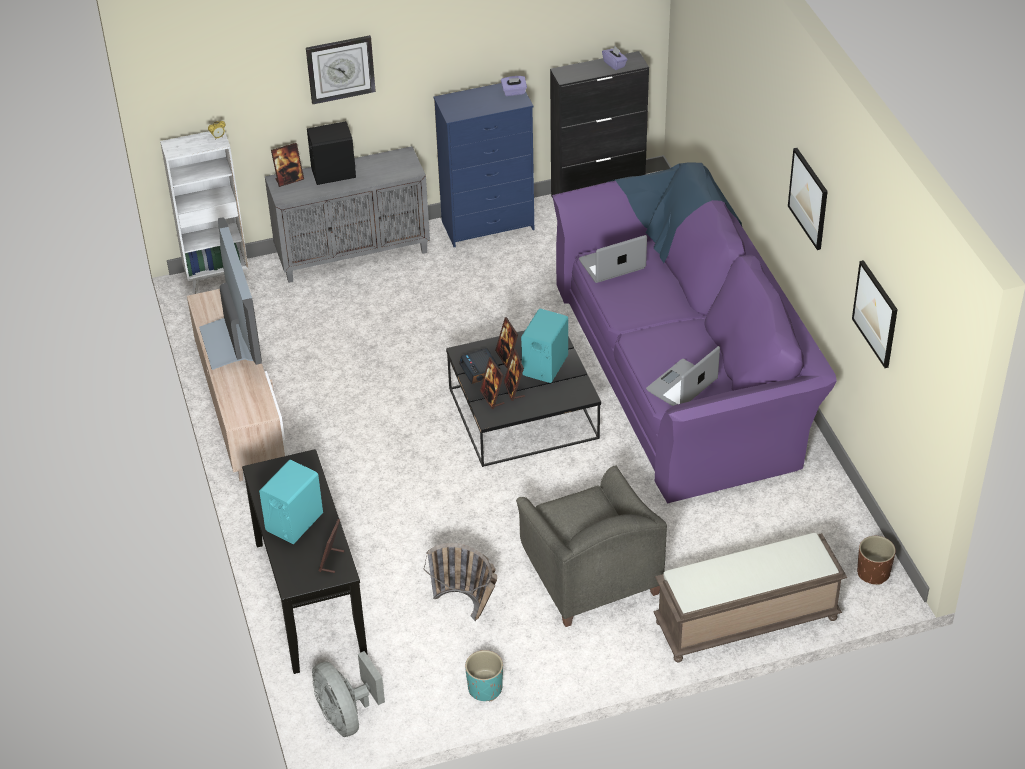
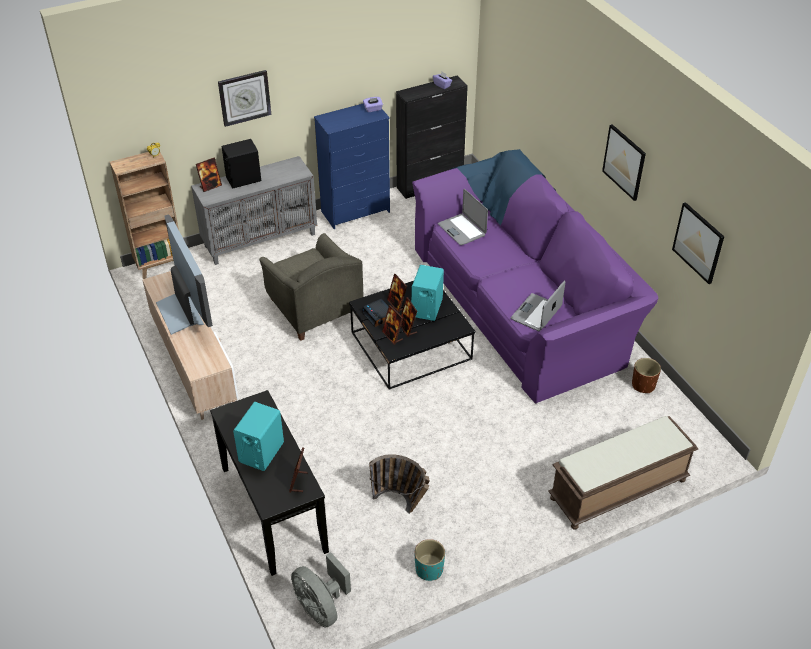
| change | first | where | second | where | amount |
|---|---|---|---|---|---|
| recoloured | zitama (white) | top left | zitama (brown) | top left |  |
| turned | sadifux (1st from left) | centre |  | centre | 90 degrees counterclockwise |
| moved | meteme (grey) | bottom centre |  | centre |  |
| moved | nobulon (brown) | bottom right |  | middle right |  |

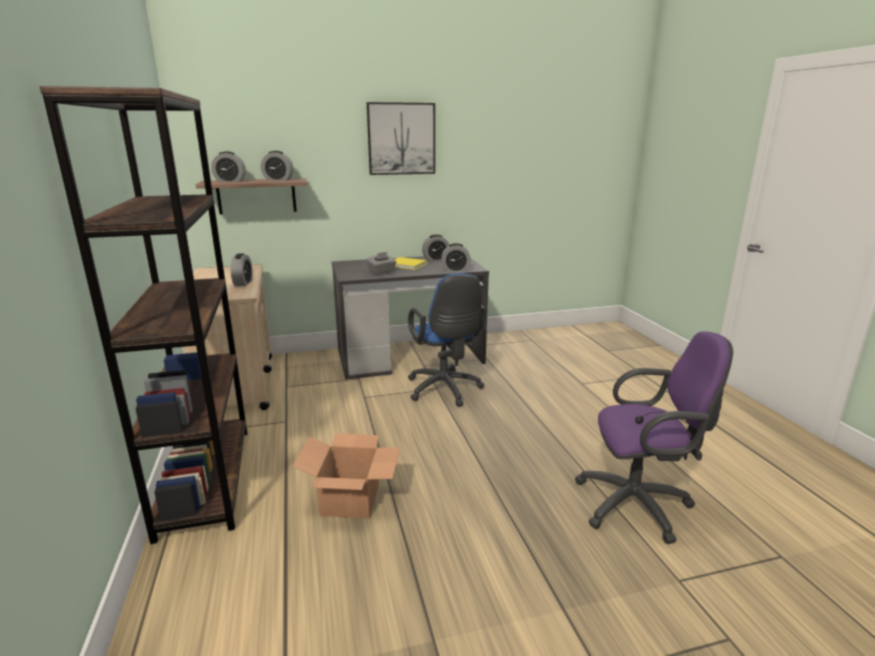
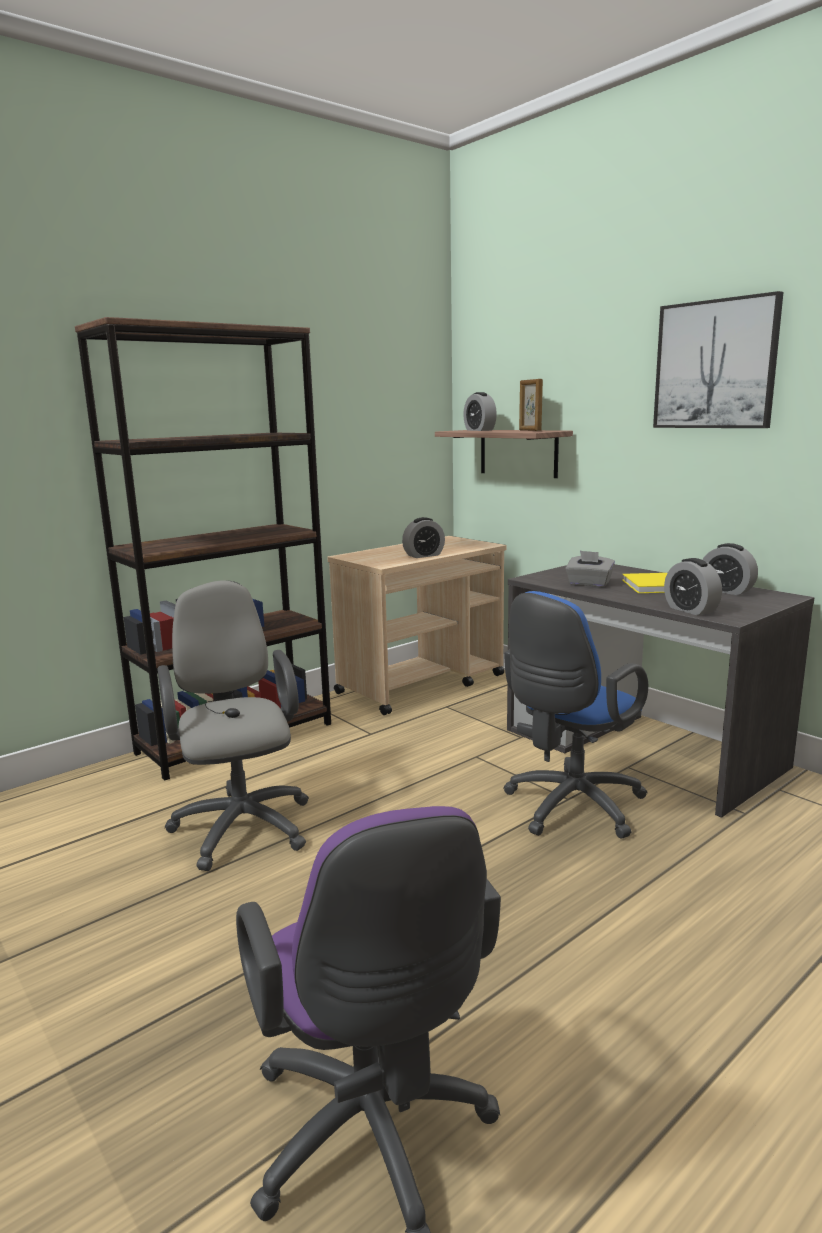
| change | first | where | second | where | amount |
|---|---|---|---|---|---|
| replaced | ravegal (3rd from left) | top left | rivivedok | top centre |  |
| replaced | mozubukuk | bottom centre | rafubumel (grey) | middle left |  |

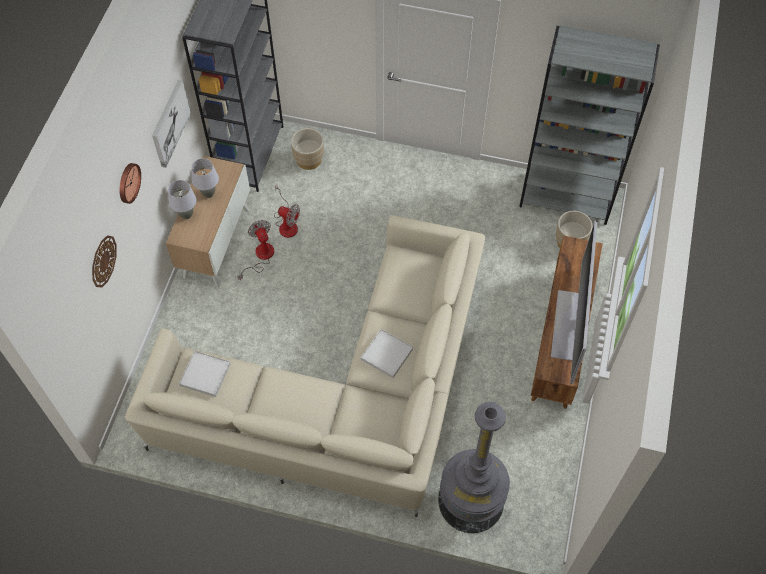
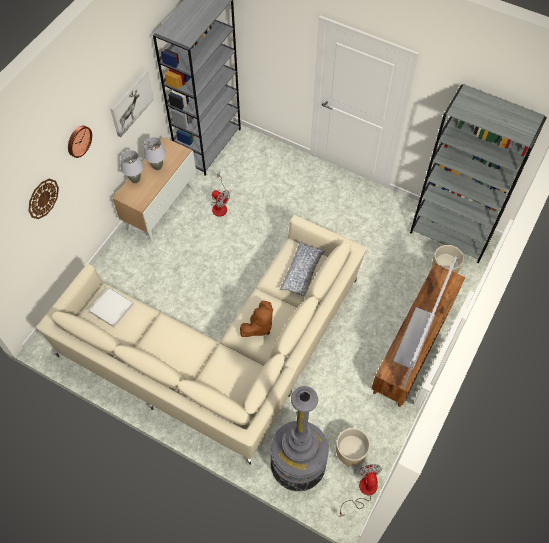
| change | first | where | second | where | amount |
|---|---|---|---|---|---|
| moved | nobulon (beige) (1st from left) | top centre |  | bottom centre |  |
| moved | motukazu (1st from left in the first image) | centre | motukazu (2nd from left) | bottom centre |  |
| replaced | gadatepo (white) (2nd from left) | centre | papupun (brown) | centre |  |
| added |  |  | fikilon | centre |  |

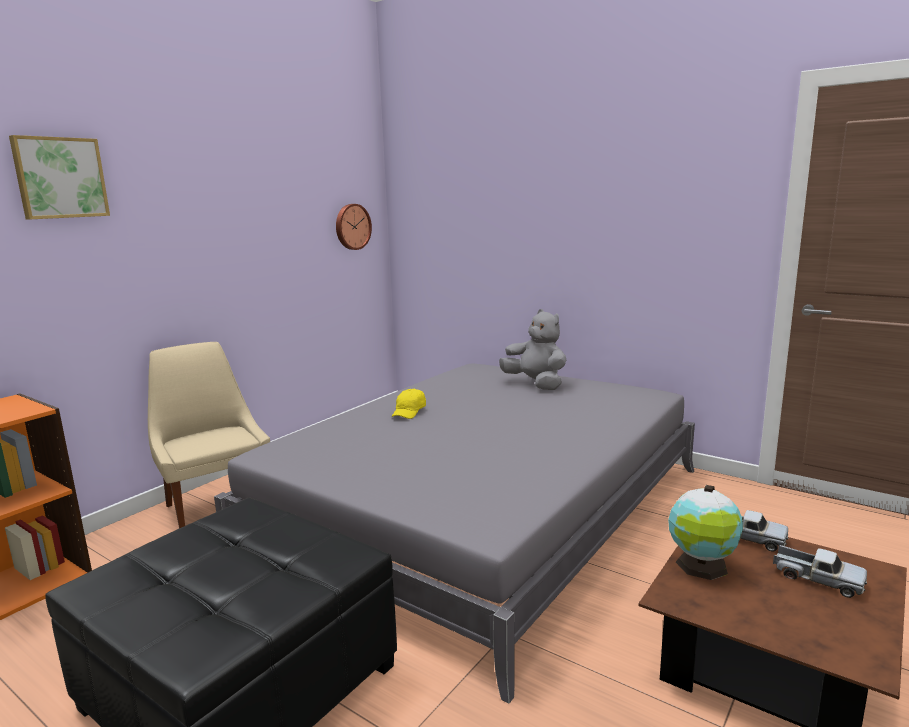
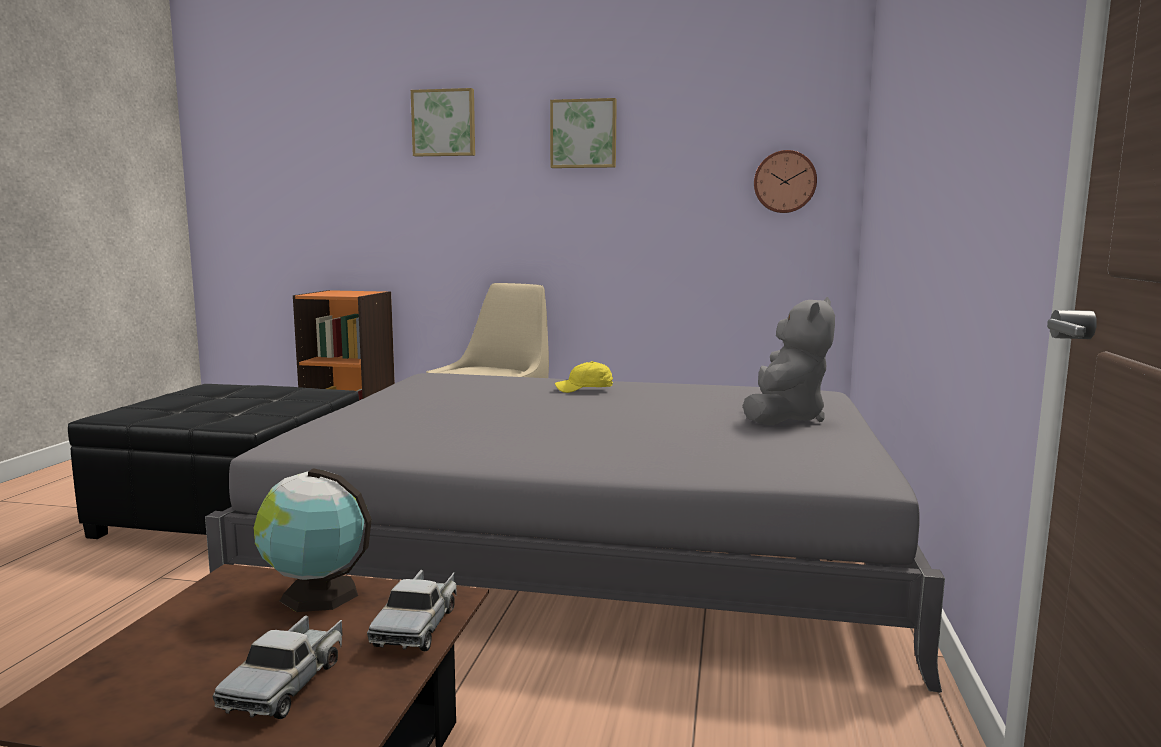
| change | first | where | second | where | amount |
|---|---|---|---|---|---|
| added |  |  | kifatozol (2nd from left) | top centre |  |

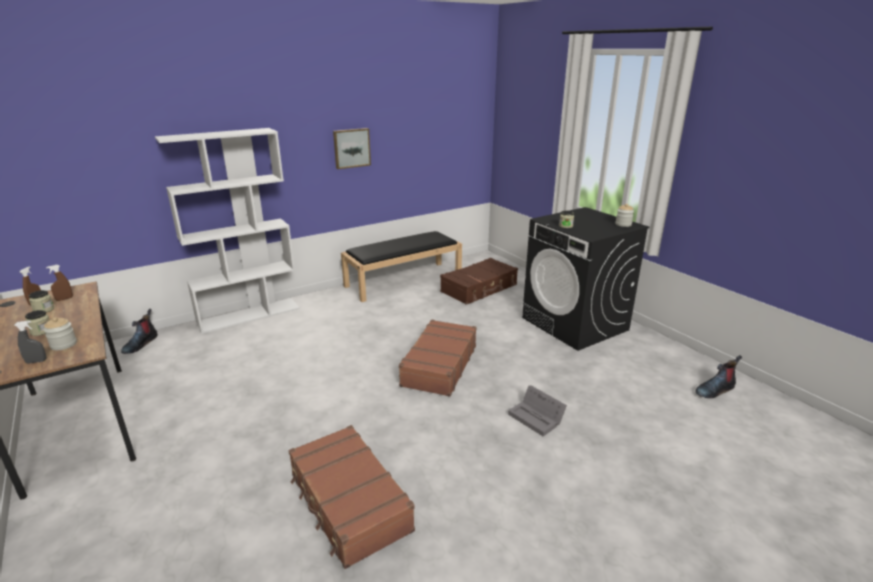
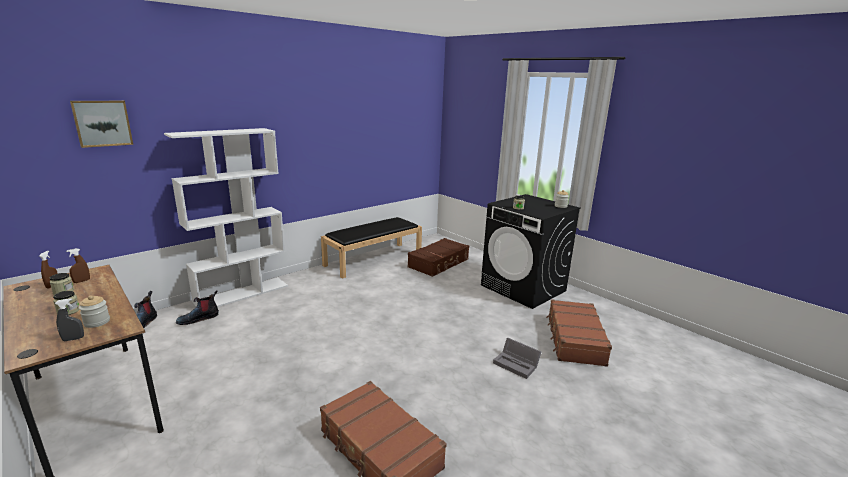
| change | first | where | second | where | amount |
|---|---|---|---|---|---|
| moved | kifatozol | top centre |  | top left |  |
| moved | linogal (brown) (2nd from left in the first image) | centre | linogal (brown) (3rd from left) | bottom right |  |
| moved | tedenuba (2nd from left) | middle right |  | middle left |  |

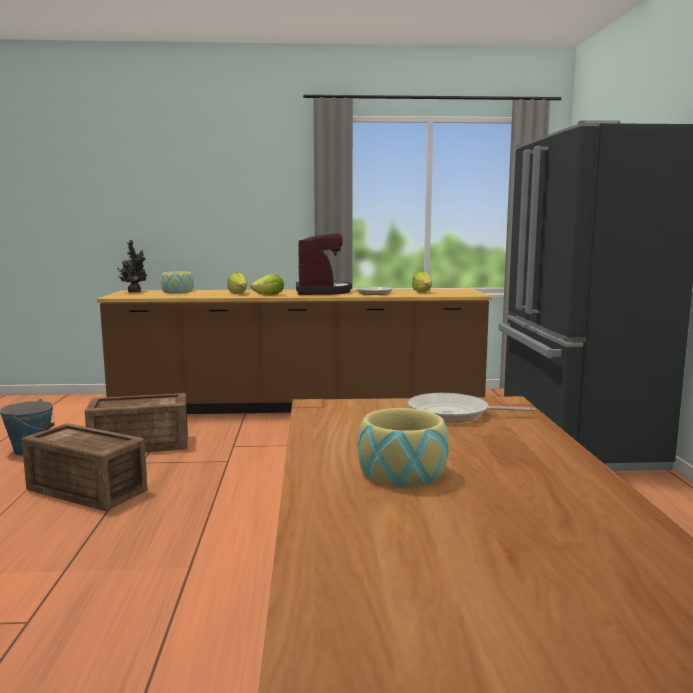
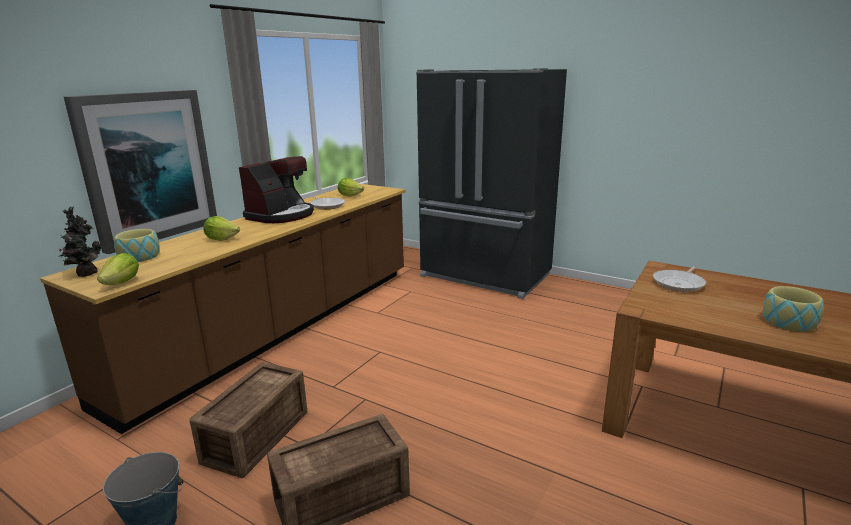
| change | first | where | second | where | amount |
|---|---|---|---|---|---|
| turned | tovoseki | centre |  | middle left | 90 degrees clockwise |
| moved | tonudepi (2nd from left in the first image) | centre | tonudepi (1st from left) | middle left |  |
| added |  |  | kifatozol | top left |  |

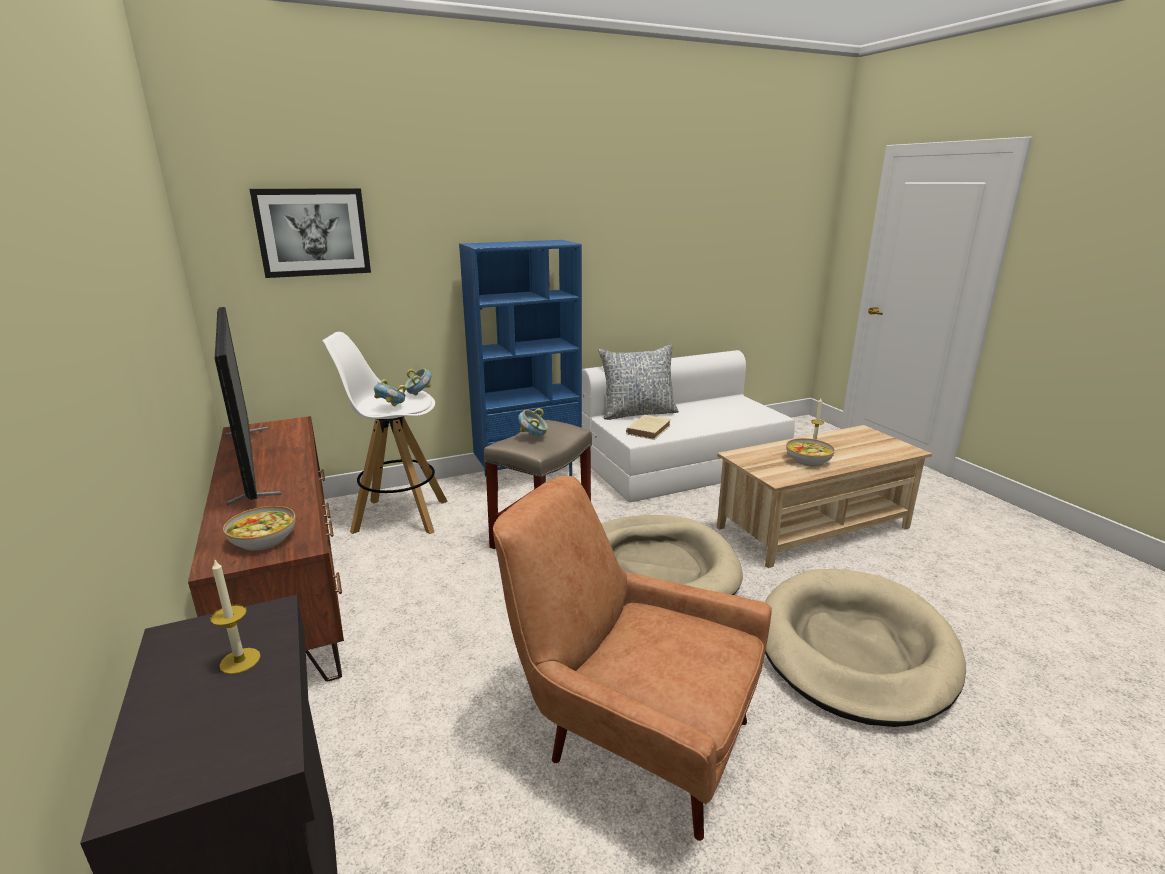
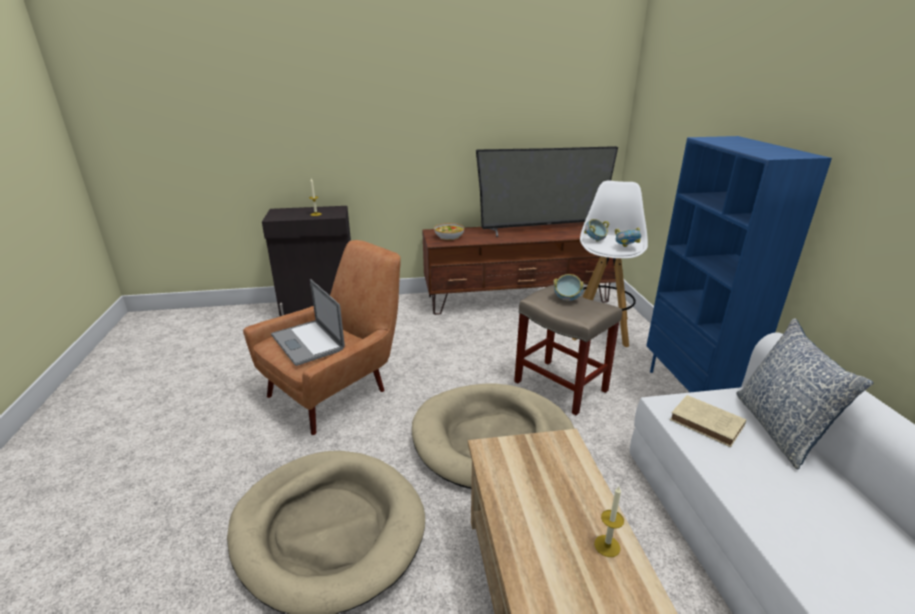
| change | first | where | second | where | amount |
|---|---|---|---|---|---|
| removed | kifatozol | top left |  |  |  |
| removed | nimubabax (5th from left) | middle right |  |  |  |
| added |  |  | sadifux | centre |  |

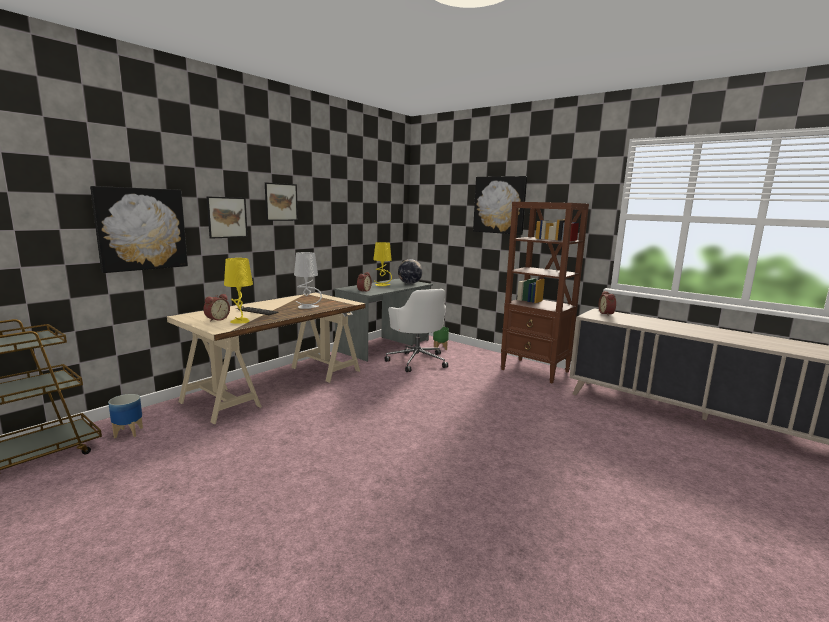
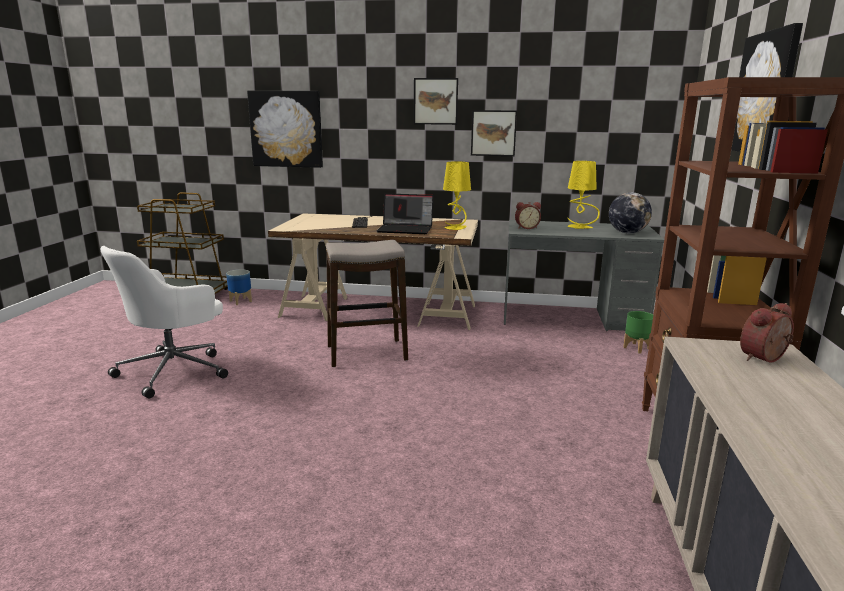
| change | first | where | second | where | amount |
|---|---|---|---|---|---|
| moved | kifatozol (2nd from left in the first image) | middle left | kifatozol (3rd from left) | top centre |  |
| replaced | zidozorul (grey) | centre | sadifux | centre |  |
| moved | zidozorul (yellow) (1st from left) | middle left |  | top centre |  |
| moved | rafubumel (white) | centre |  | middle left |  |
| removed | ravegal (1st from left) | middle left |  |  |  |
| added |  |  | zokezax | centre |  |

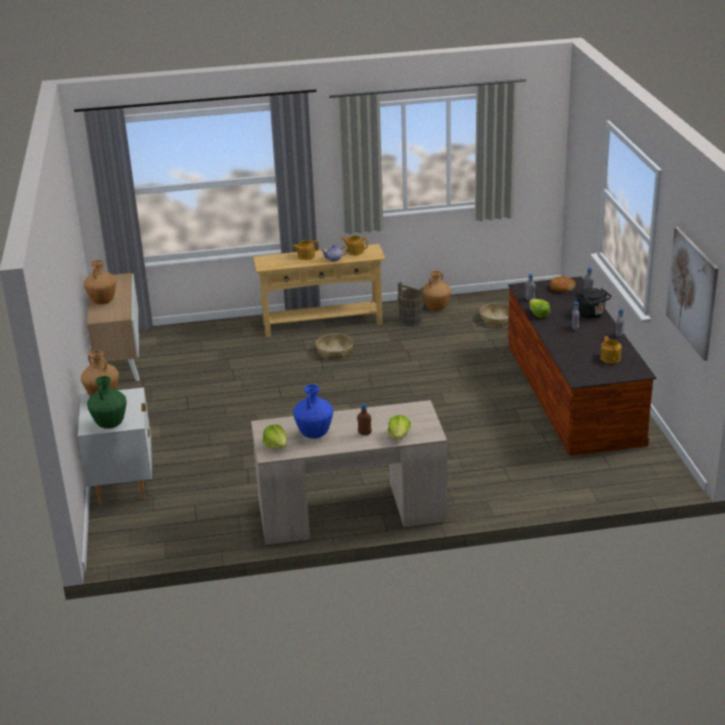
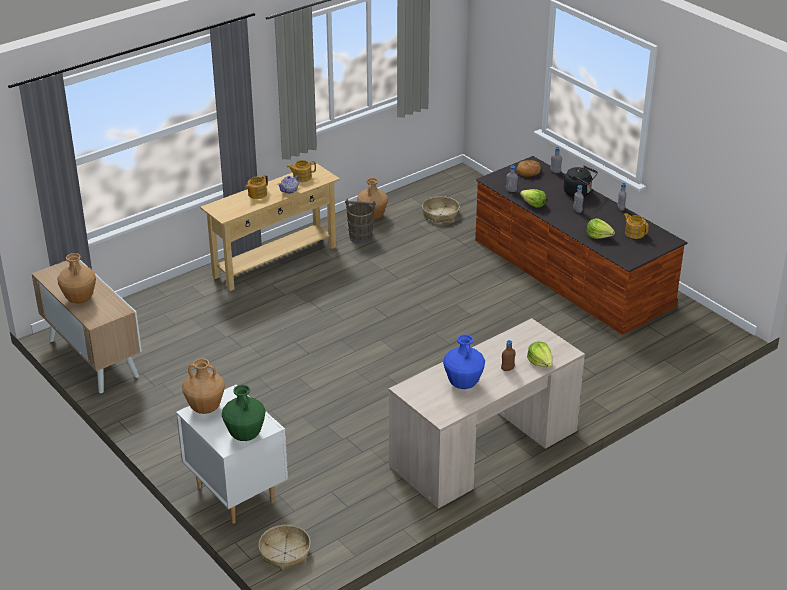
| change | first | where | second | where | amount |
|---|---|---|---|---|---|
| removed | kifatozol | middle right |  |  |  |
| moved | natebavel (1st from left) | centre |  | bottom centre |  |
| moved | tonudepi (1st from left in the first image) | centre | tonudepi (3rd from left) | middle right |  |

